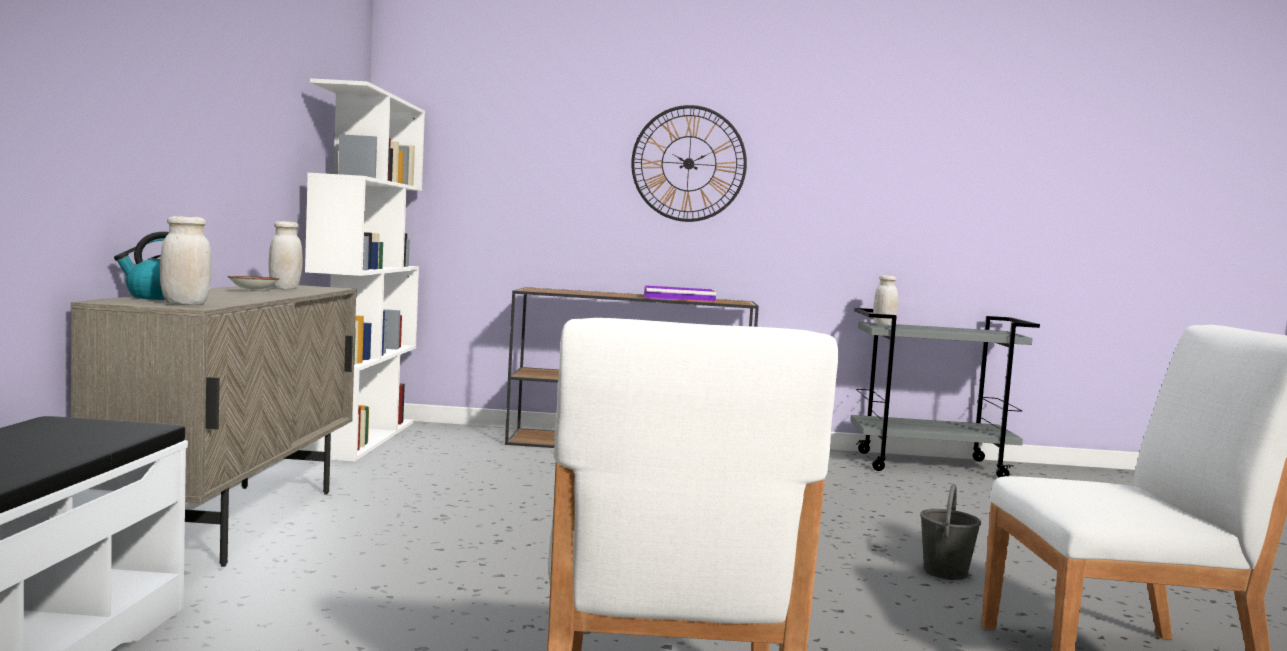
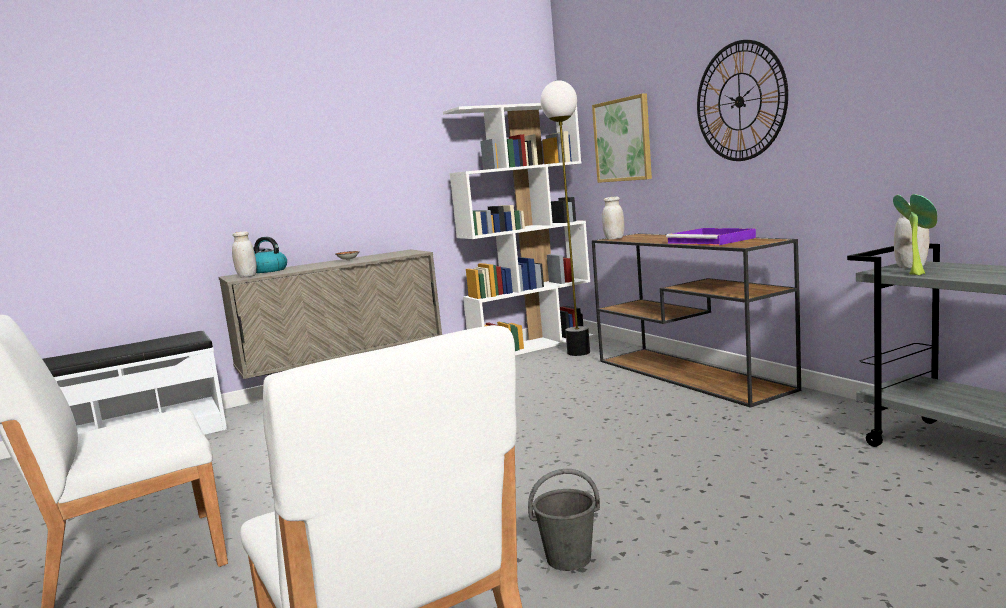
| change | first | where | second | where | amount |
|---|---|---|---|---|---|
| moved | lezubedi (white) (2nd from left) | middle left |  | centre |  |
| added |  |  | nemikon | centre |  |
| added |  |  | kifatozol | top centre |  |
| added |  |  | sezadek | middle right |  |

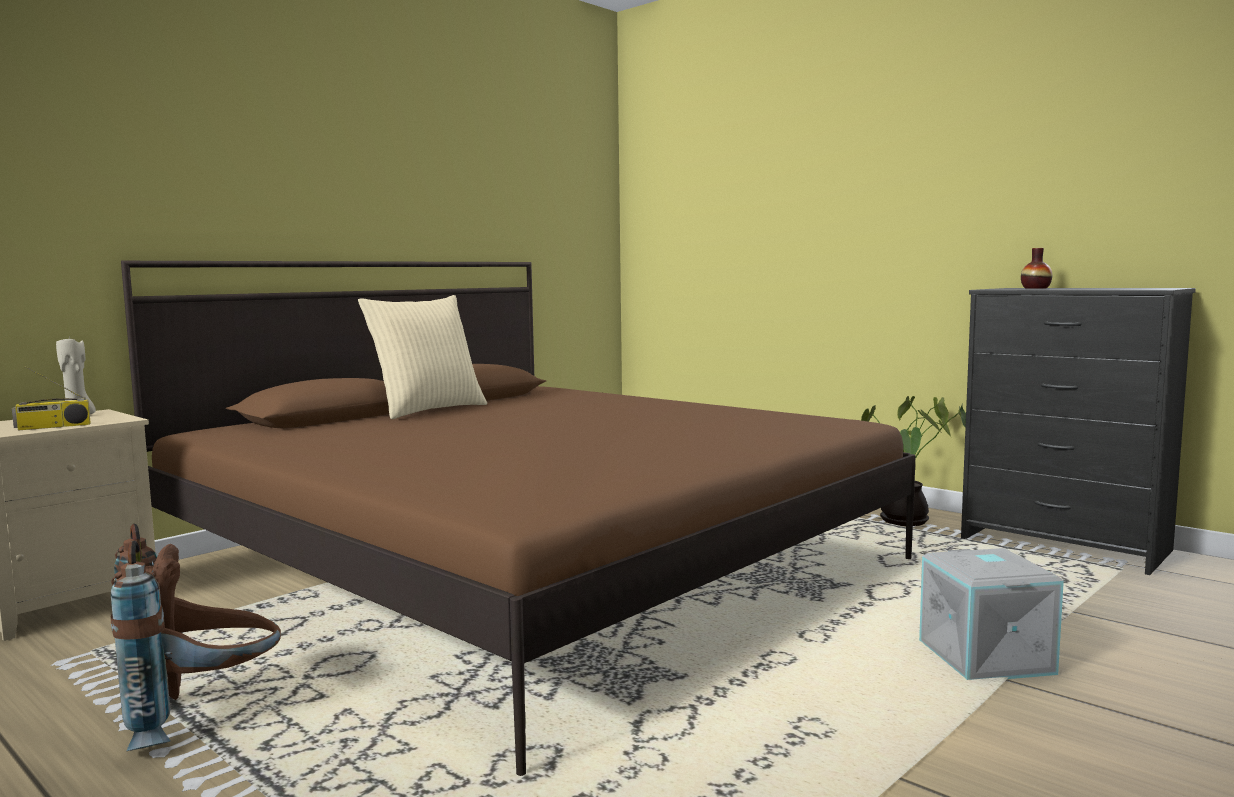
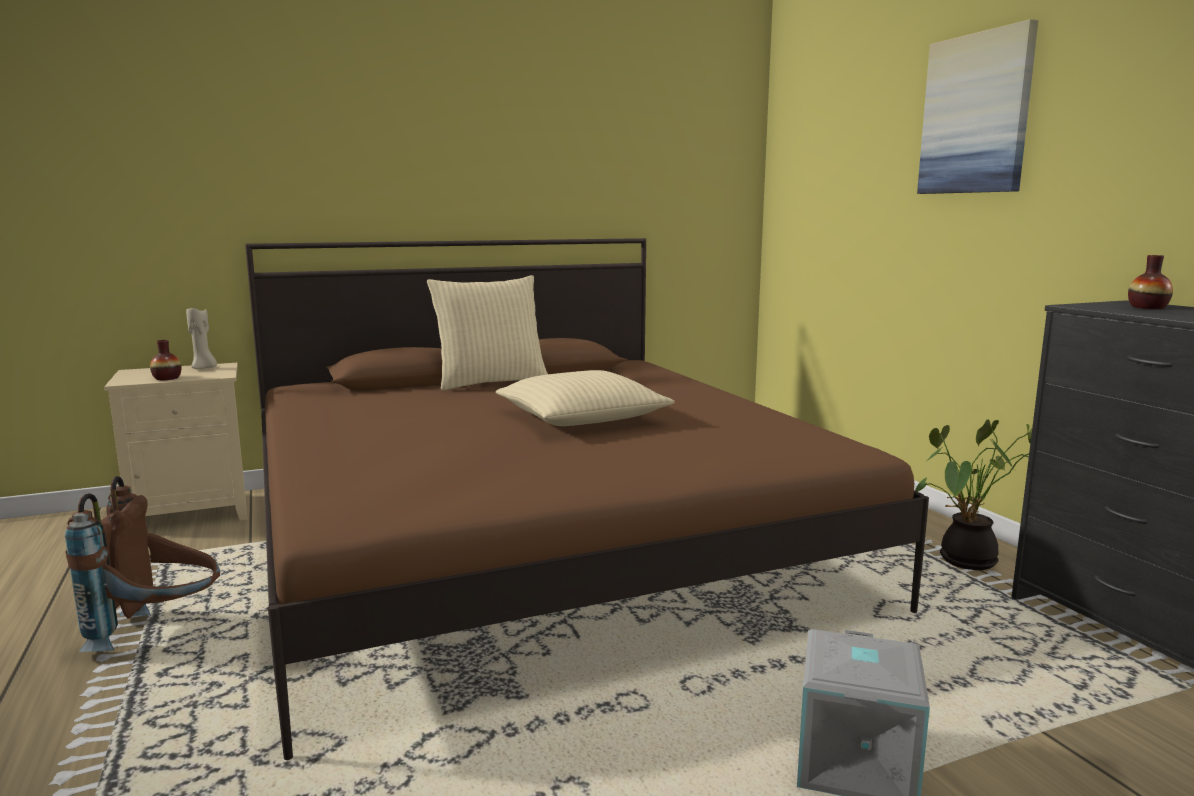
| change | first | where | second | where | amount |
|---|---|---|---|---|---|
| replaced | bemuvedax | middle left | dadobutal (1st from left) | middle left |  |
| added |  |  | kifatozol | top right |  |
| added |  |  | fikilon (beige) (2nd from left) | centre |  |

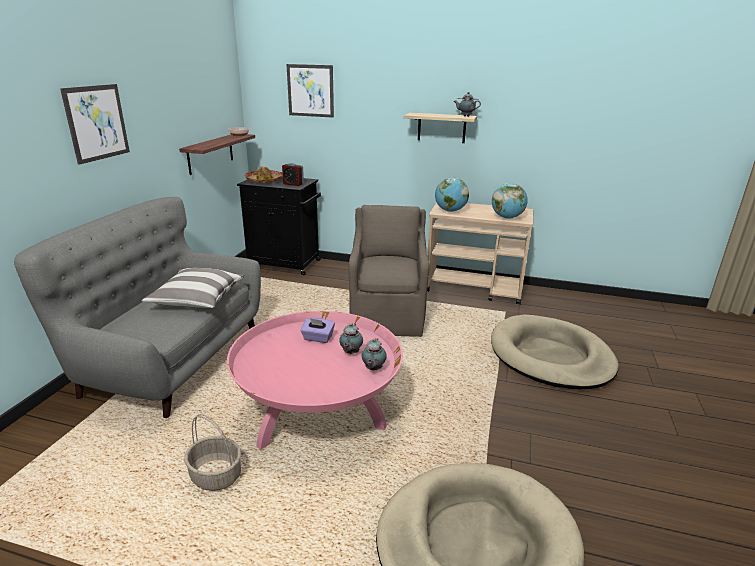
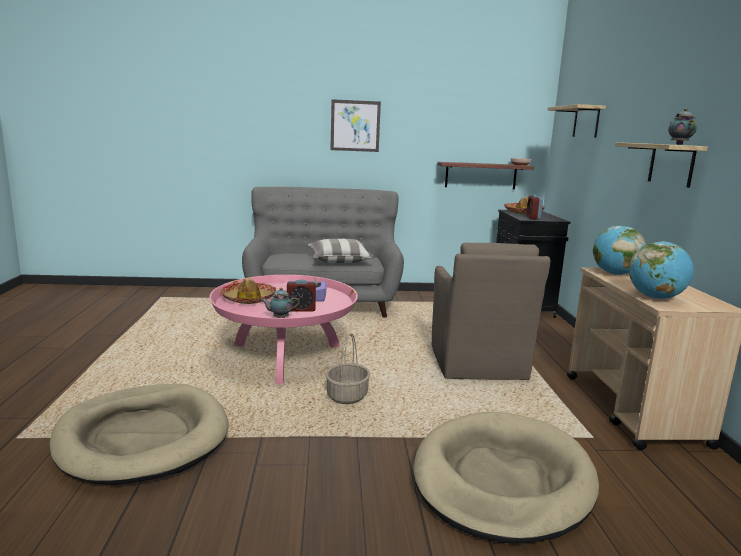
| change | first | where | second | where | amount |
|---|---|---|---|---|---|
| replaced | kifatozol (2nd from left) | top centre | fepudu (2nd from left) | top right |  |
| turned | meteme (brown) | centre |  | centre | 105 degrees clockwise |
| replaced | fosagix (1st from left) | centre | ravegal (1st from left) | centre |  |
| moved | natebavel | bottom left |  | centre |  |
| added |  |  | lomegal (1st from left) | centre |  |

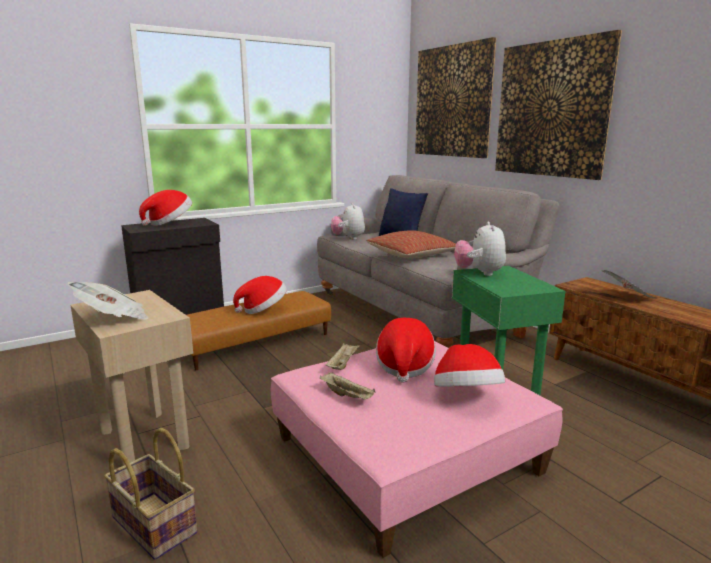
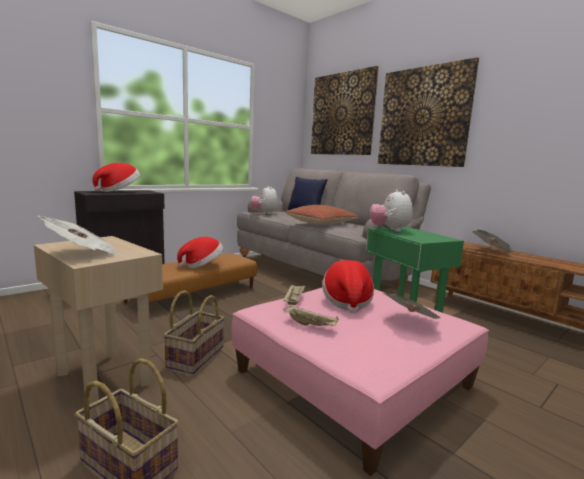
| change | first | where | second | where | amount |
|---|---|---|---|---|---|
| replaced | lomegal (4th from left) | centre | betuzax (2nd from left) | middle right |  |
| added |  |  | natebavel (2nd from left) | bottom left |  |

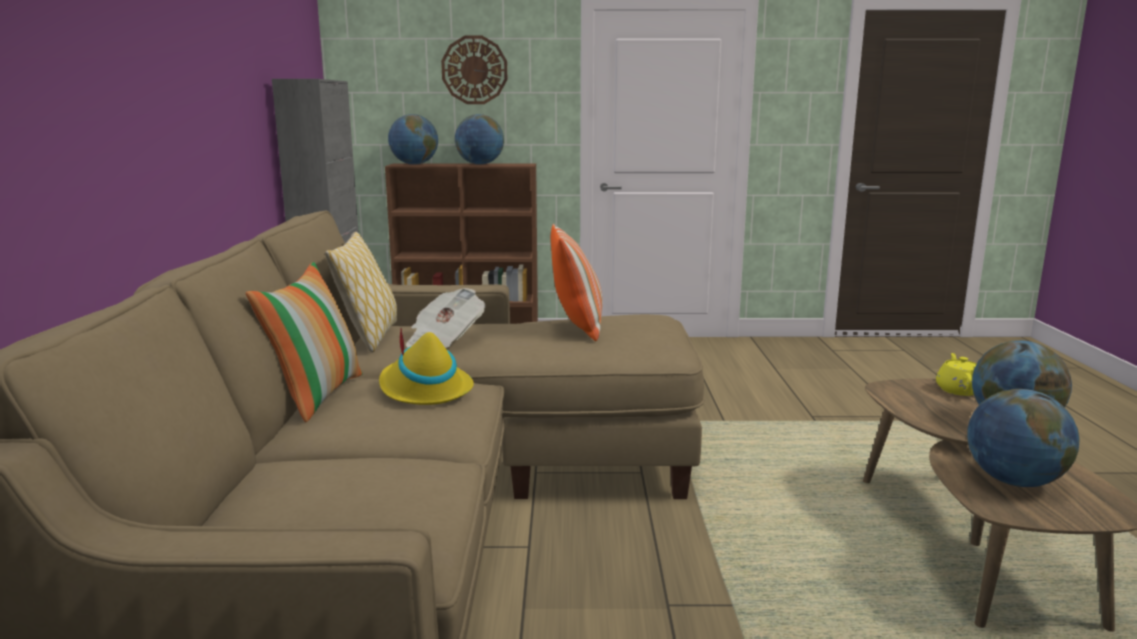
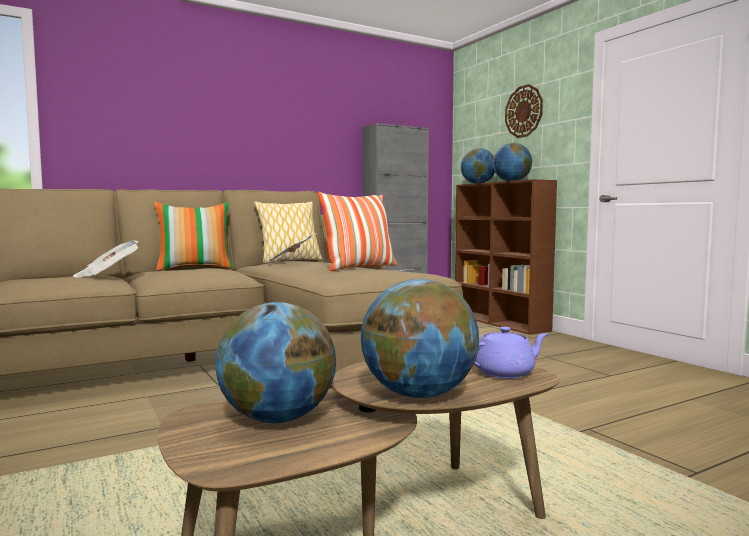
| change | first | where | second | where | amount |
|---|---|---|---|---|---|
| removed | lomegal (yellow) | centre |  |  |  |
| recoloured | fosagix (yellow) | middle right | fosagix (purple) | middle right |  |
| added |  |  | betuzax (1st from left) | middle left |  |

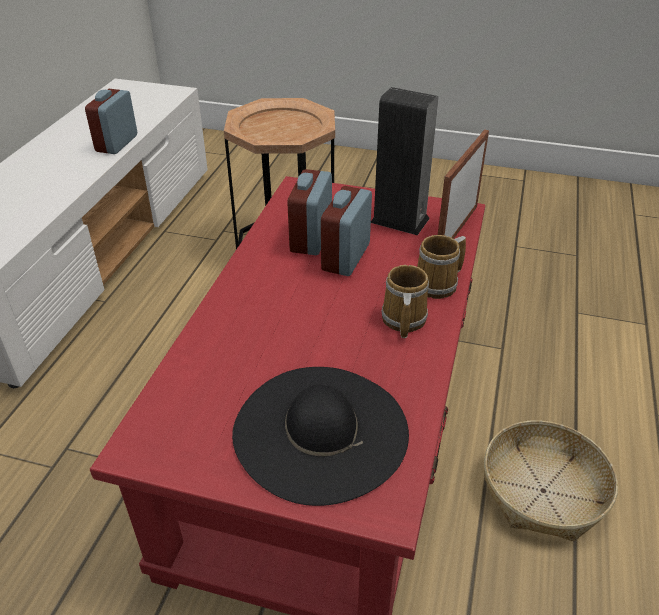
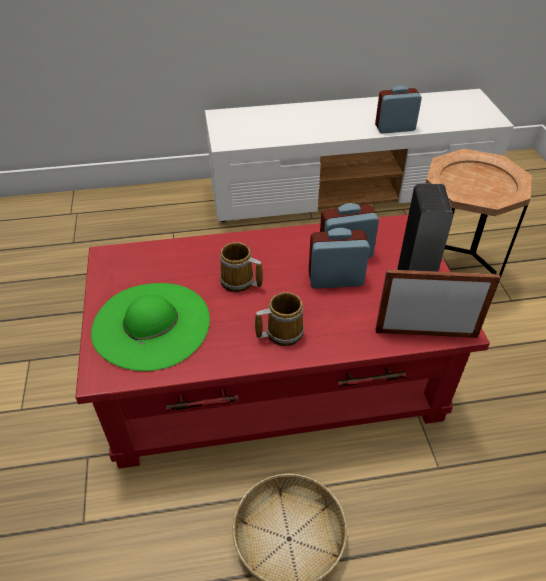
| change | first | where | second | where | amount |
|---|---|---|---|---|---|
| moved | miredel (2nd from left in the first image) | middle right | miredel (1st from left) | centre |  |
| recoloured | lomegal (black) | bottom centre | lomegal (green) | middle left |  |

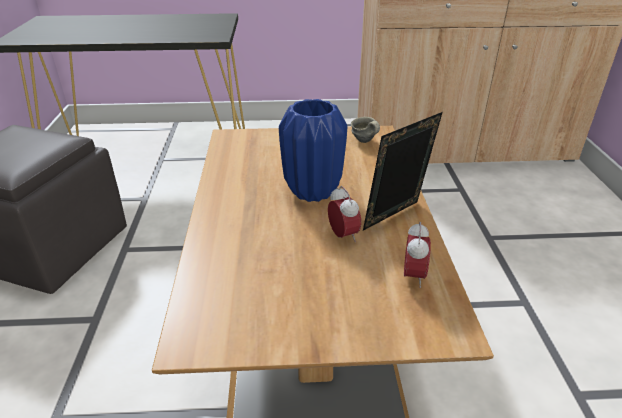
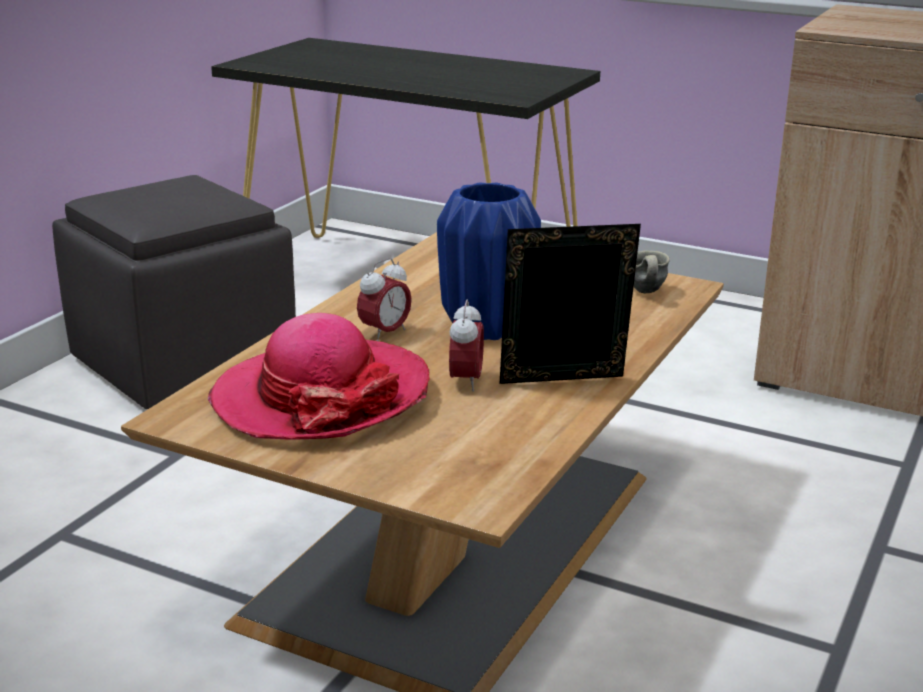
| change | first | where | second | where | amount |
|---|---|---|---|---|---|
| moved | ravegal (2nd from left in the first image) | middle right | ravegal (1st from left) | centre |  |
| added |  |  | lomegal | centre |  |

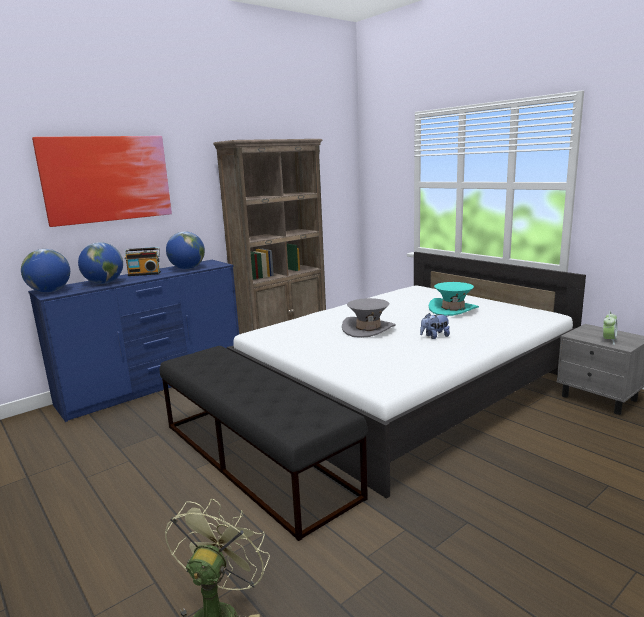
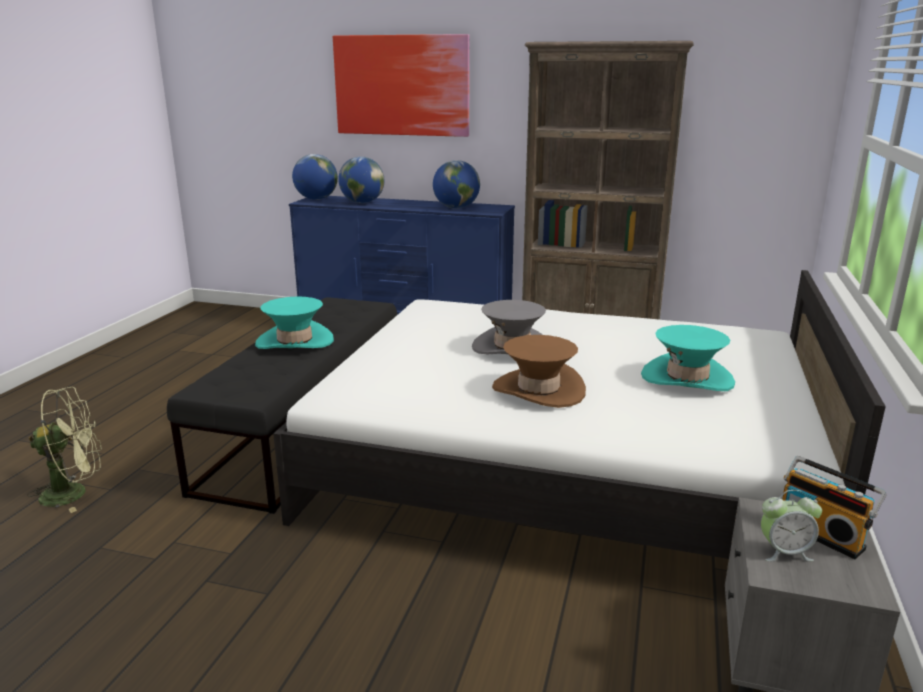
| change | first | where | second | where | amount |
|---|---|---|---|---|---|
| moved | bemuvedax | middle left |  | bottom right |  |
| replaced | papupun | middle right | lomegal (brown) | centre |  |
| added |  |  | lomegal (turquoise) (1st from left) | middle left |  |

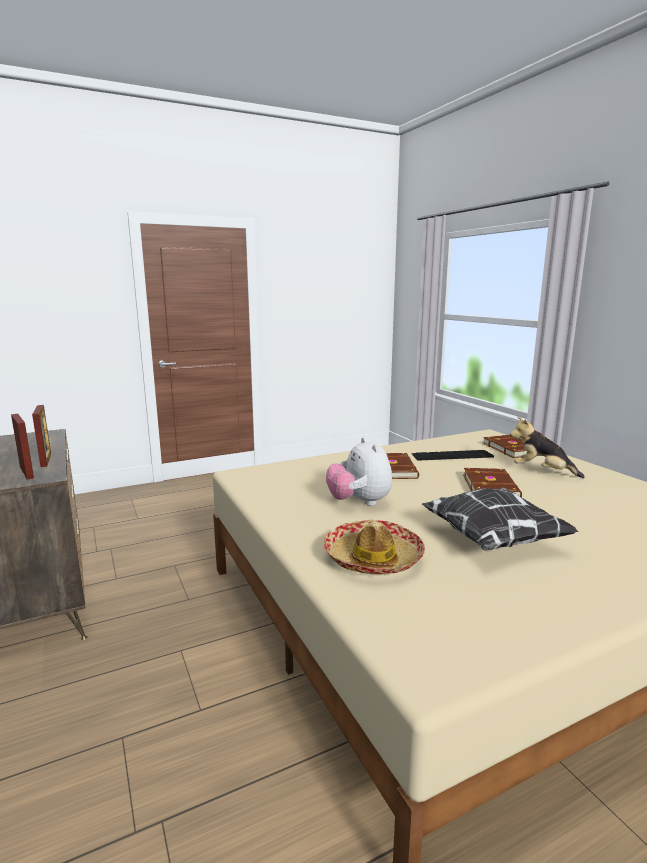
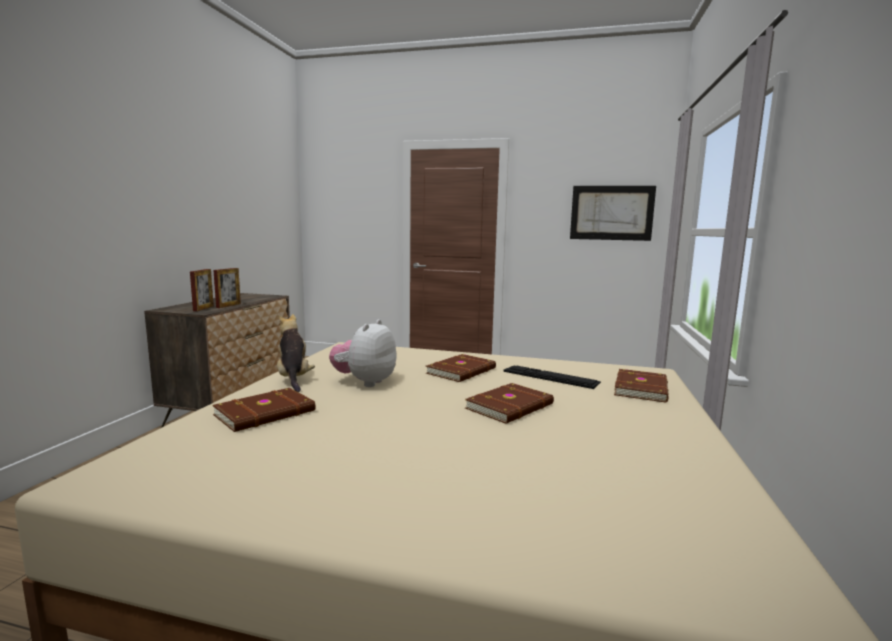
| change | first | where | second | where | amount |
|---|---|---|---|---|---|
| moved | papupun (2nd from left in the first image) | middle right | papupun (1st from left) | middle left |  |
| removed | fikilon | middle right |  |  |  |
| replaced | lomegal | centre | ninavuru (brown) (1st from left) | middle left |  |
| added |  |  | kifatozol | top right |  |

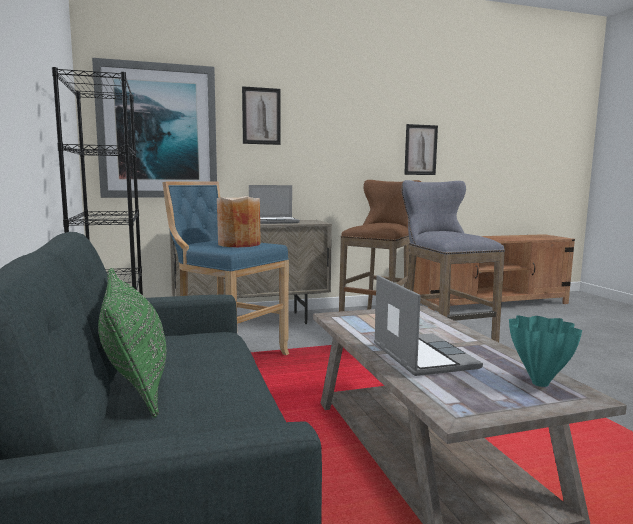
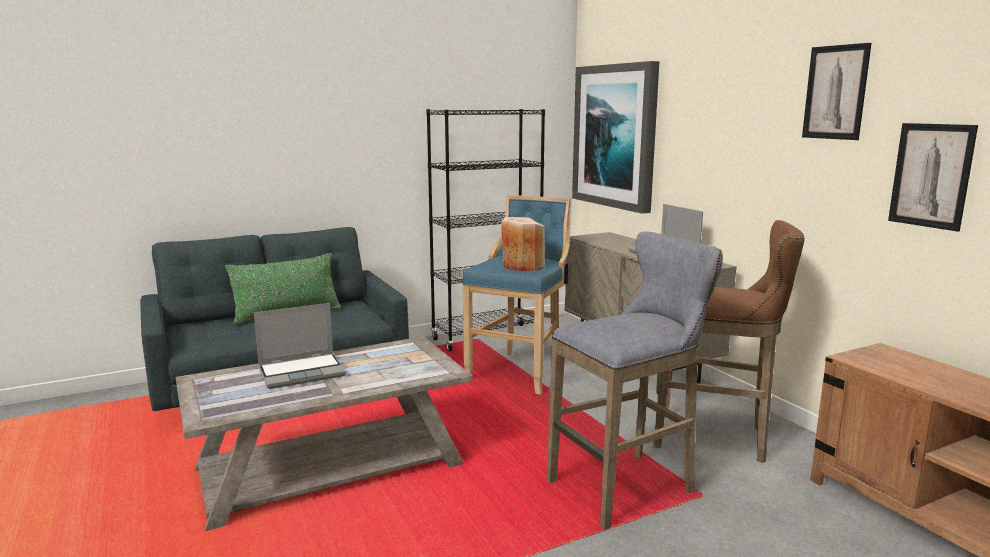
| change | first | where | second | where | amount |
|---|---|---|---|---|---|
| moved | kifatozol (2nd from left) | top centre |  | top right |  |
| removed | dadobutal (turquoise) | bottom right |  |  |  |

